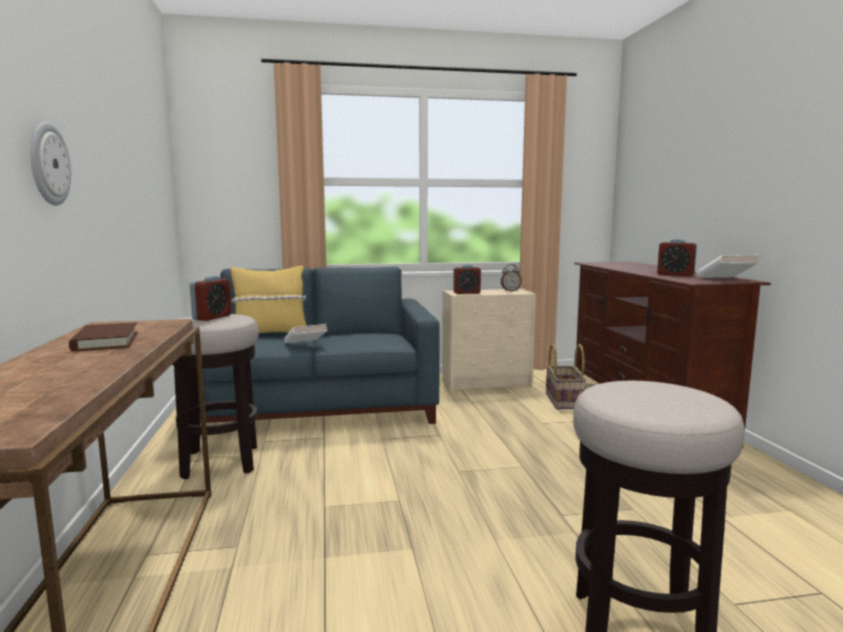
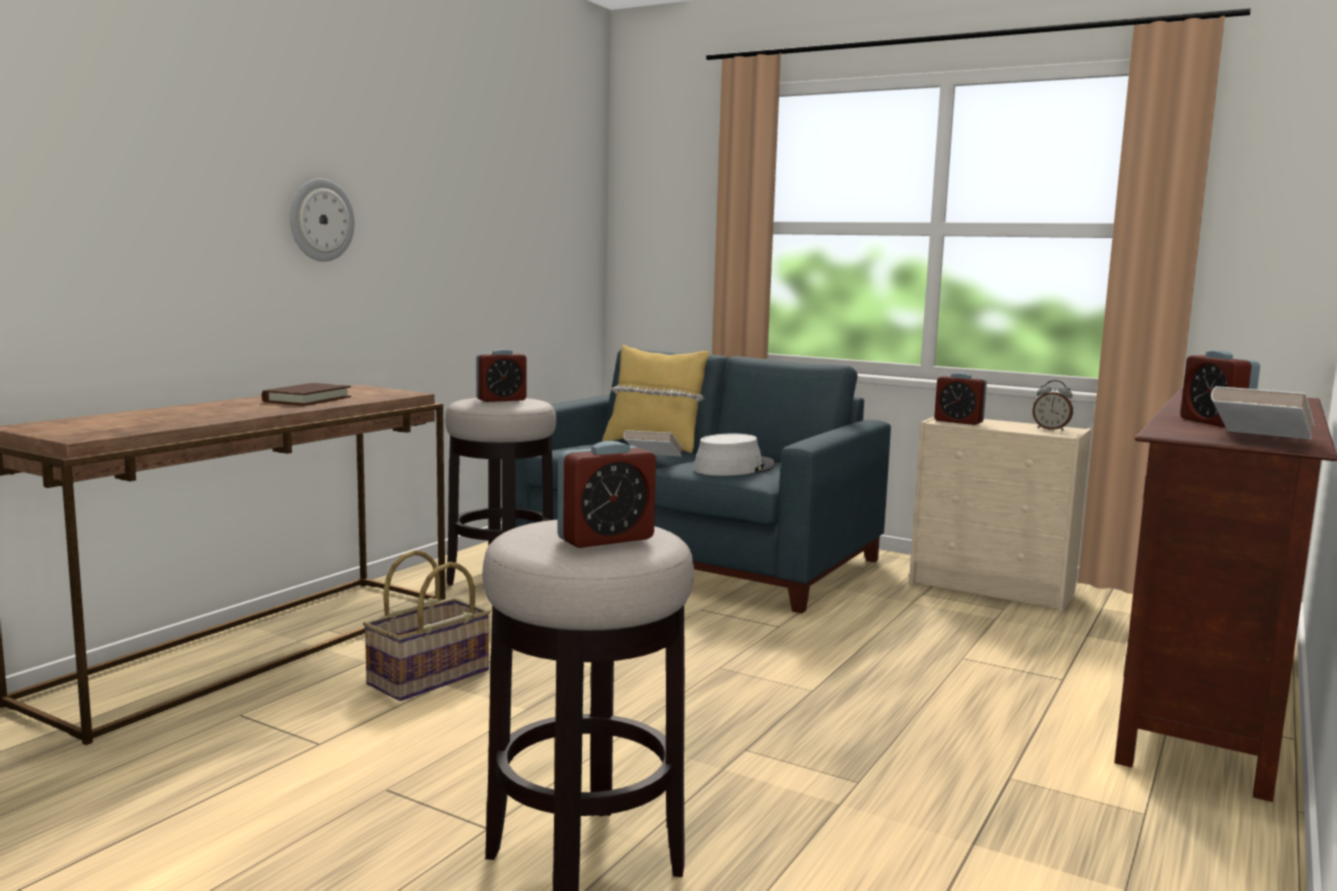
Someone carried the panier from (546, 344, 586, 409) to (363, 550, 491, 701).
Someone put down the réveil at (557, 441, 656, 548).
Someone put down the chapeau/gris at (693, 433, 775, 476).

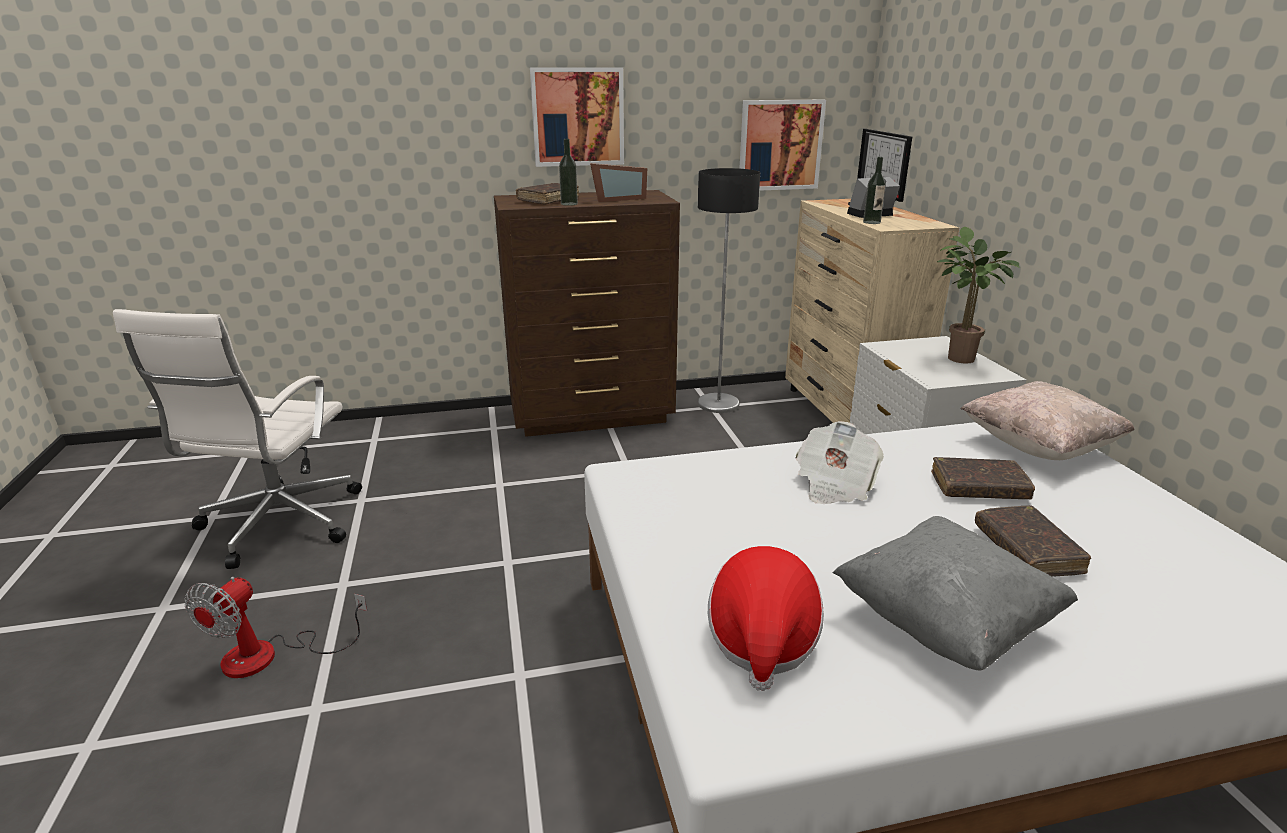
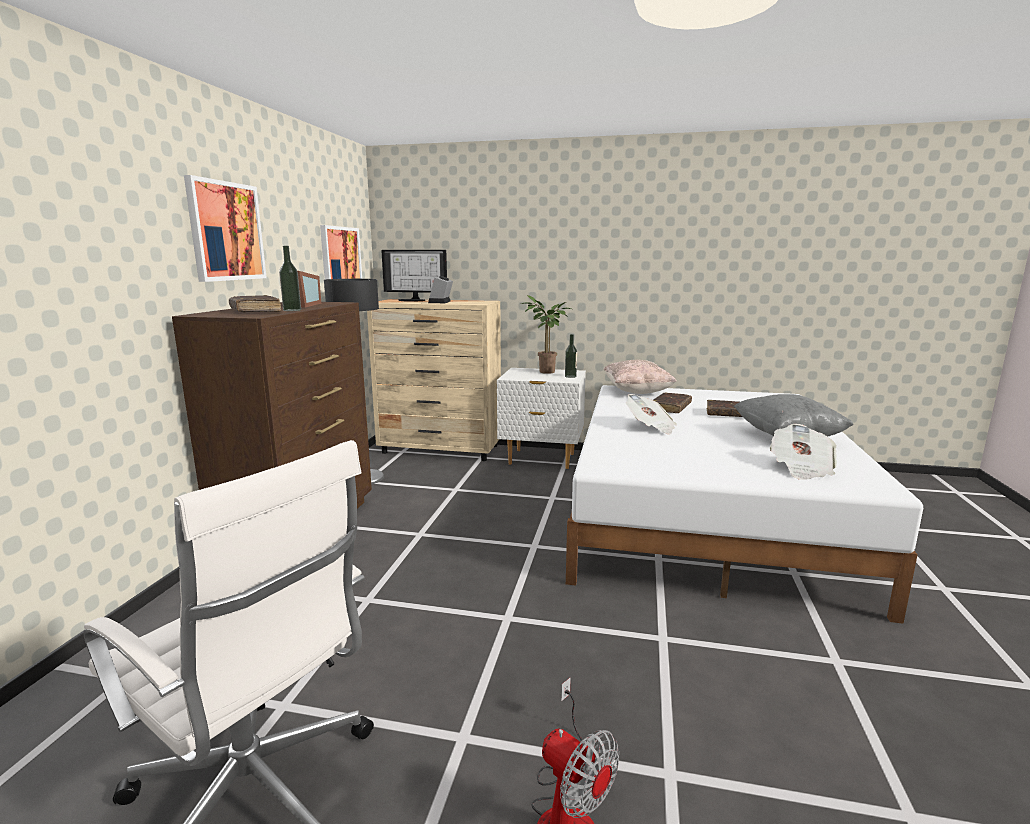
Someone carried the bouteille from (863, 157, 886, 224) to (565, 334, 577, 378).
Someone swapped the chapeau at (708, 546, 824, 691) for the journal at (769, 424, 837, 480).

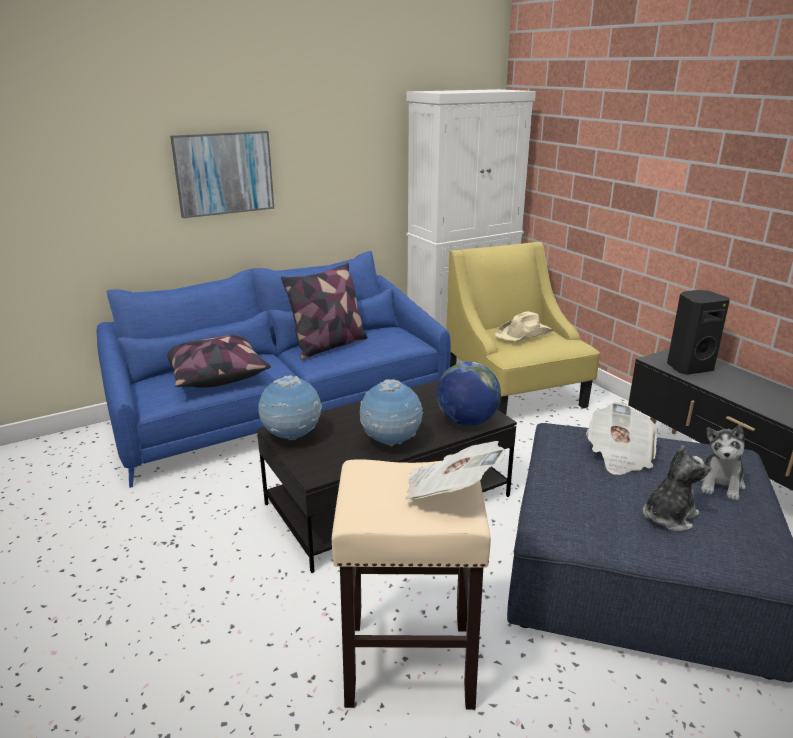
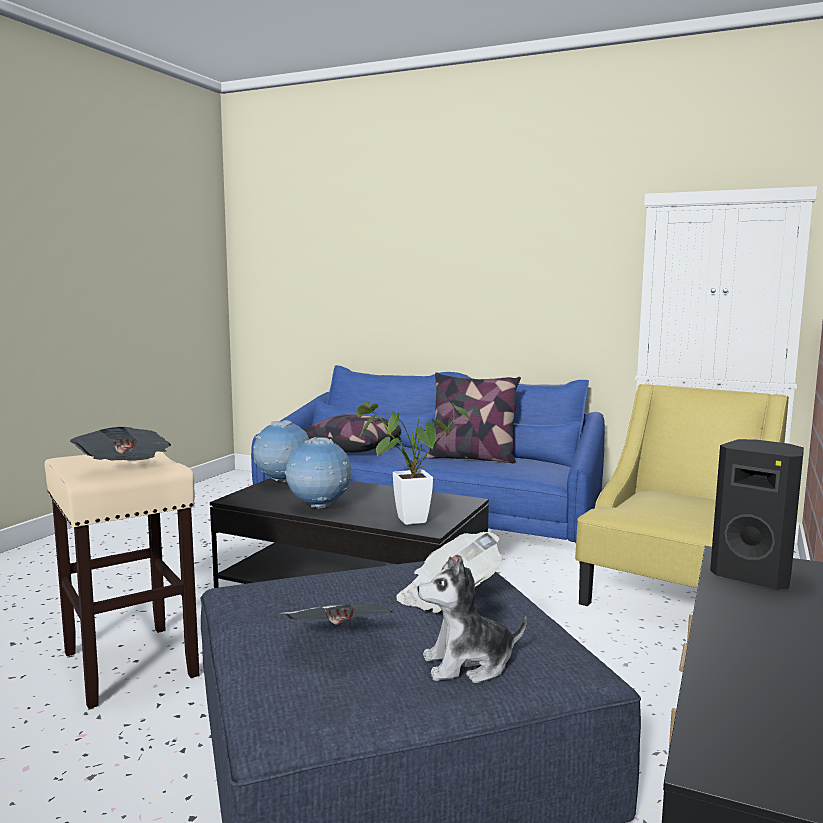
Someone swapped the peluche at (643, 445, 710, 532) for the journal at (280, 604, 393, 625).
Someone swapped the globe at (437, 362, 501, 426) for the plante en pot at (356, 401, 469, 525).
Someone took away the tableau at (170, 131, 274, 218).
Someone took away the chapeau/beige at (495, 311, 553, 341).

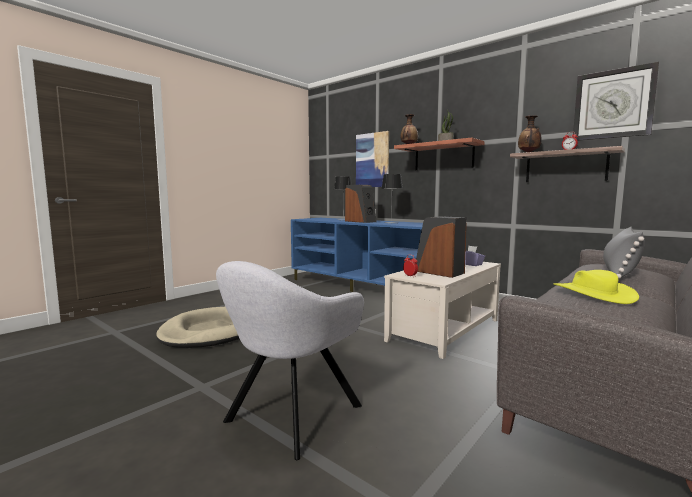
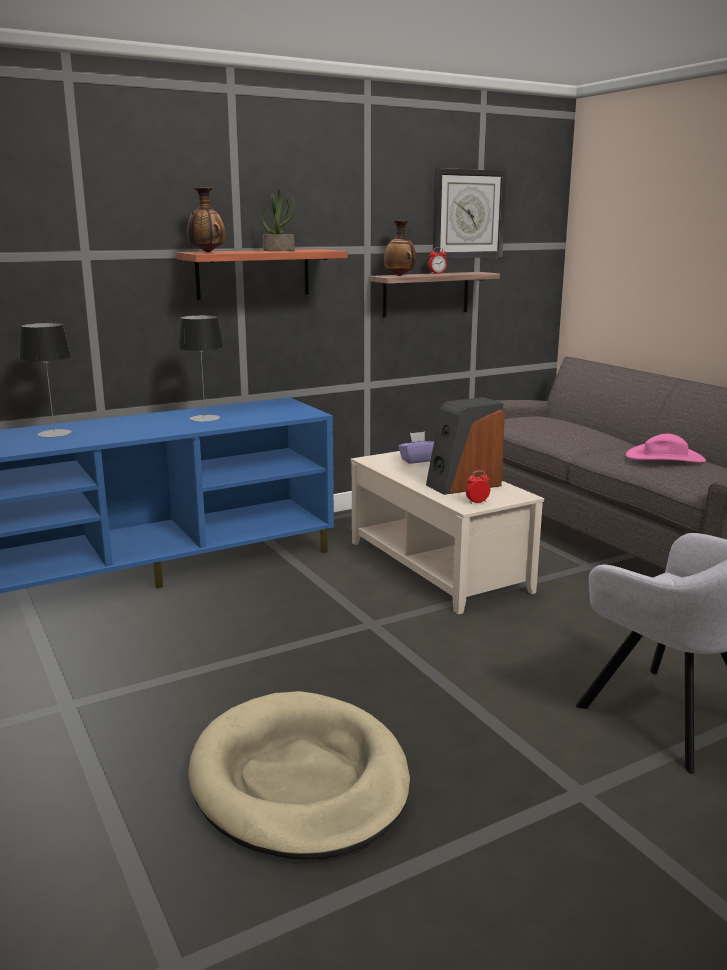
Someone repainted the chapeau/jaune at (553, 270, 639, 304), which became the chapeau/rose at (626, 434, 706, 463).
Someone took away the enceinte at (345, 185, 377, 223).
Someone took away the tableau at (356, 131, 389, 187).
Someone took away the coussin/gris at (603, 227, 645, 278).

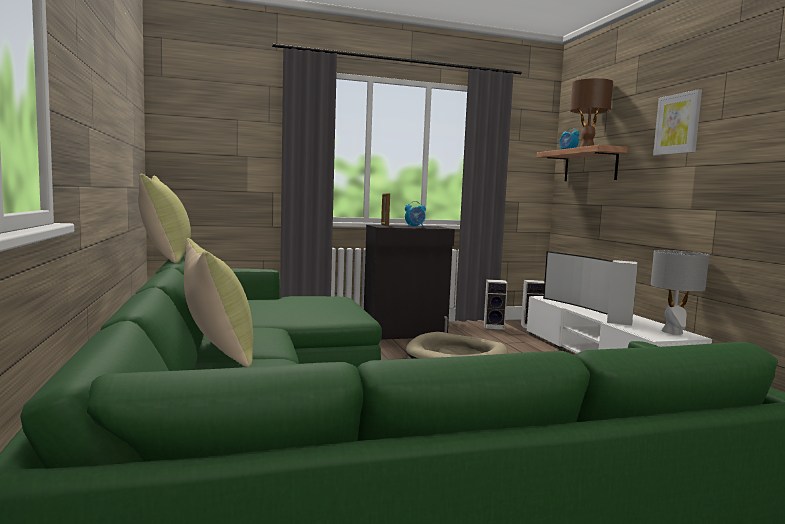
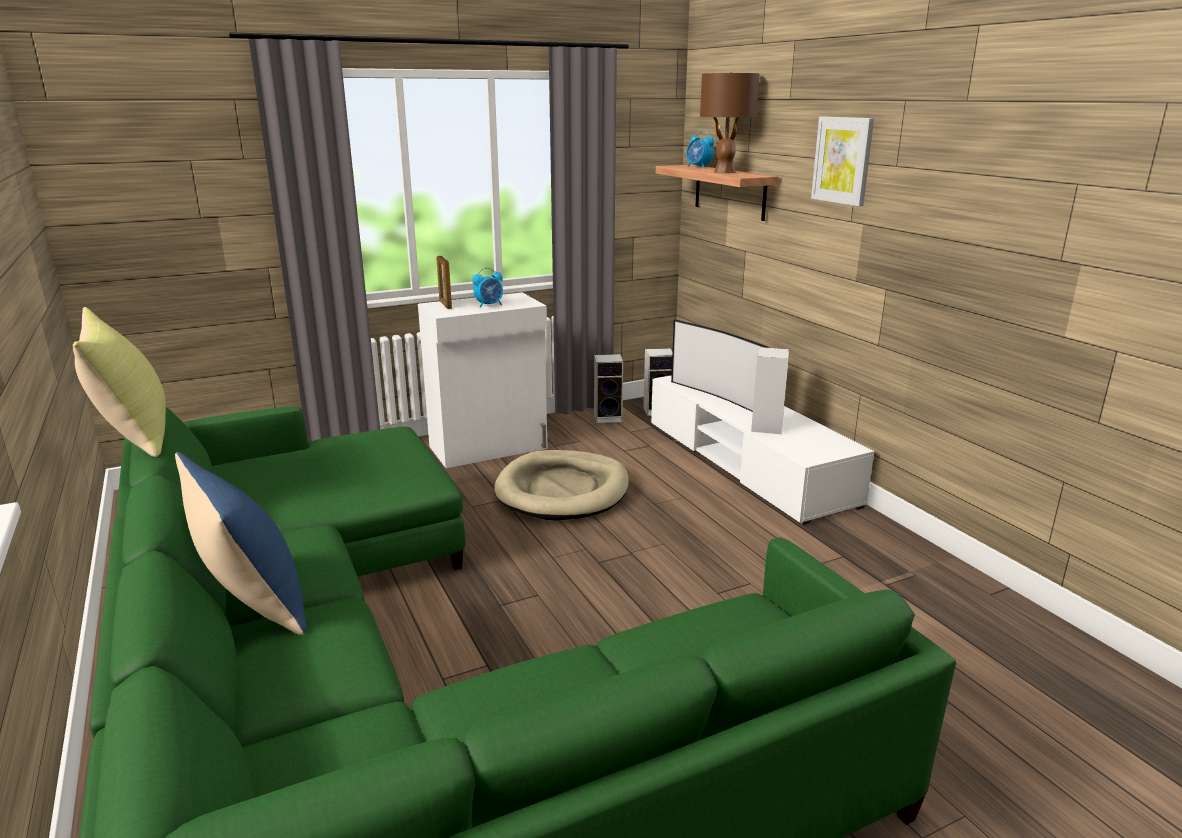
Someone repainted the coussin/jaune at (184, 238, 254, 367), which became the coussin/bleu at (175, 452, 307, 635).
Someone repainted the meuble de rangement/noir at (364, 225, 455, 340), which became the meuble de rangement/blanc at (418, 292, 547, 468).
Someone took away the lampe de table/gris at (651, 250, 709, 335).

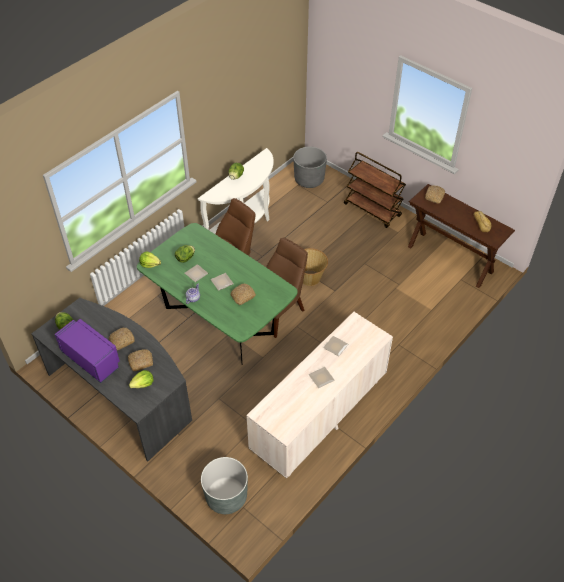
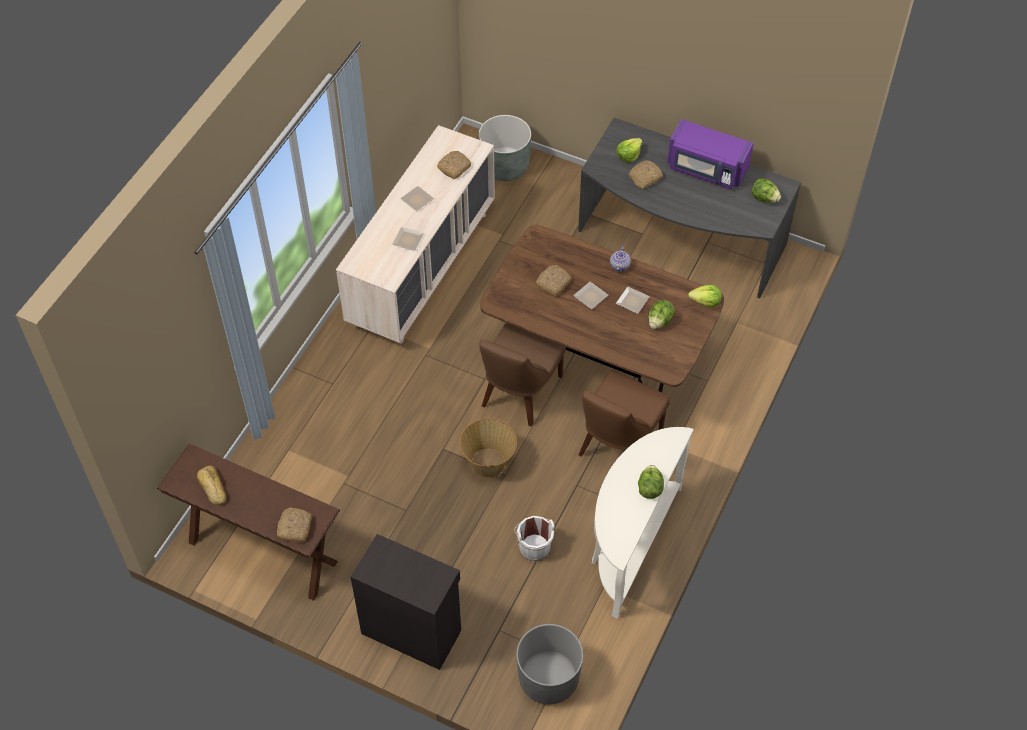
Someone swapped the chariot/marron at (344, 152, 406, 228) for the meuble de rangement/noir at (351, 534, 461, 670).
Someone carried the pain from (109, 328, 135, 350) to (437, 151, 471, 179).
Someone repainted the table à manger/vert at (137, 223, 298, 362), which became the table à manger/marron at (480, 225, 724, 392).
Someone put down the seau/blanc at (514, 516, 554, 562).

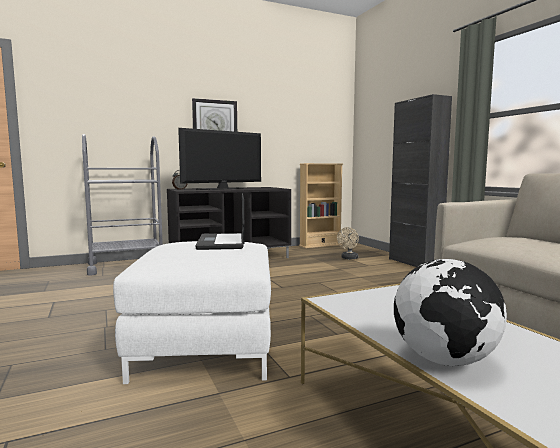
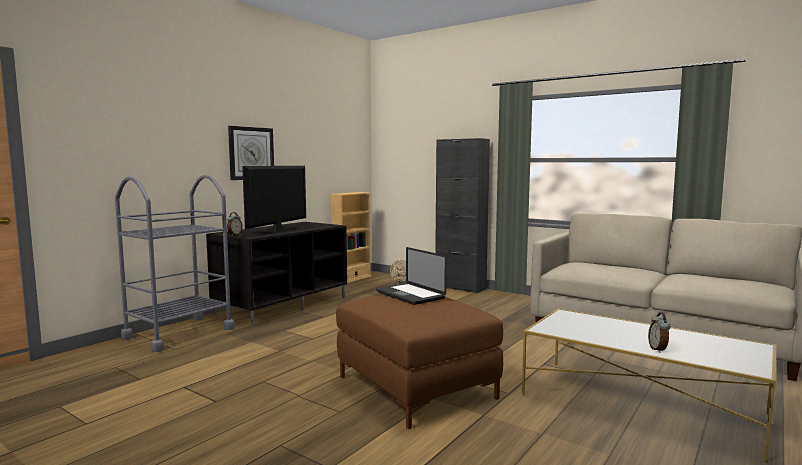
Someone repainted the pouf/blanc at (113, 241, 271, 384), which became the pouf/marron at (336, 294, 503, 429).
Someone swapped the globe at (394, 259, 507, 366) for the réveil at (648, 313, 671, 353).

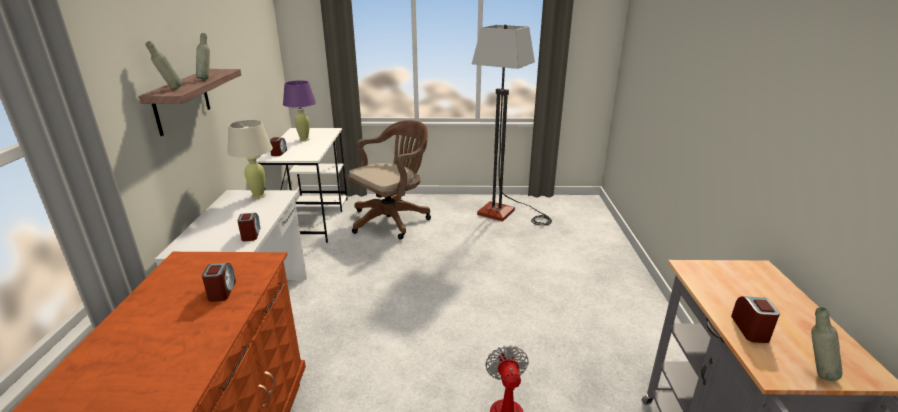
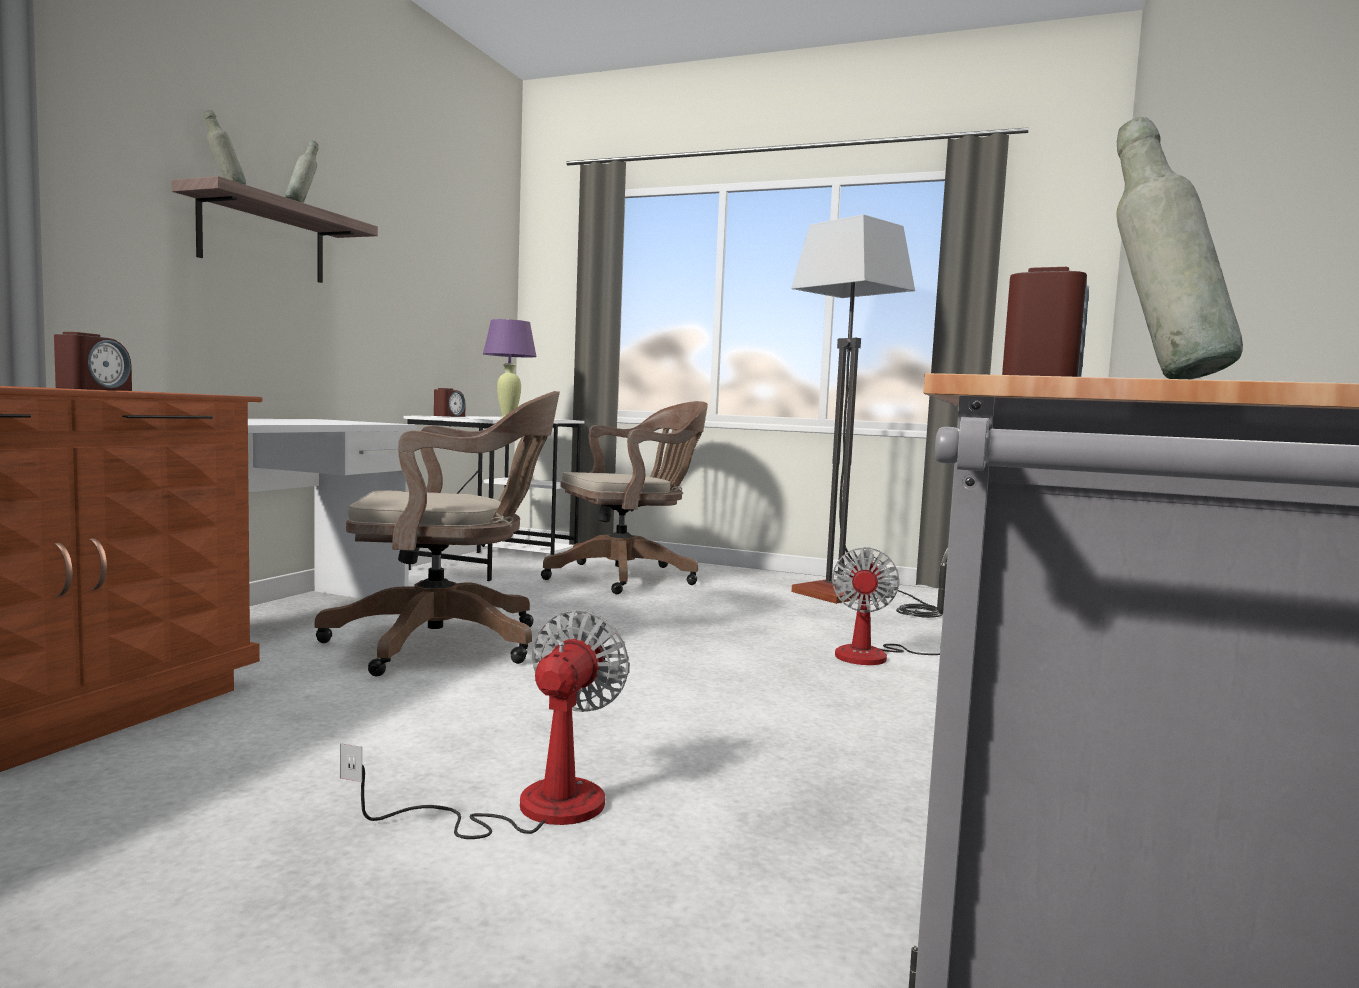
Someone put down the chaise de bureau/marron at (315, 391, 560, 676).
Someone put down the ventilateur at (832, 547, 940, 665).
Someone took away the lampe de table/beige at (227, 120, 273, 199).
Someone took away the réveil at (237, 213, 260, 241).

